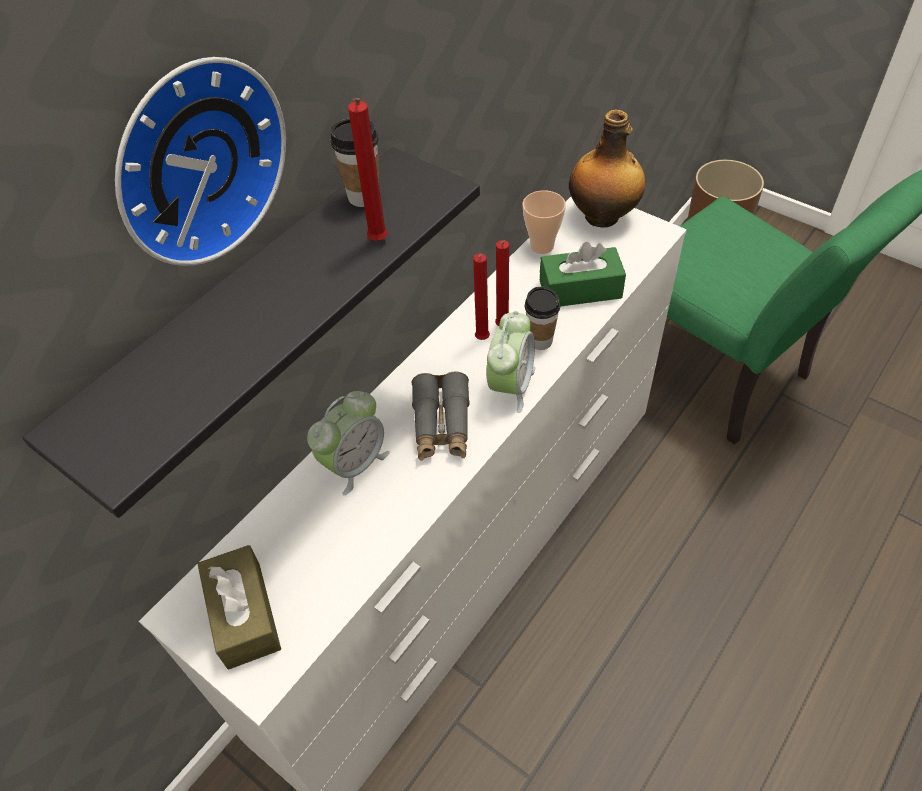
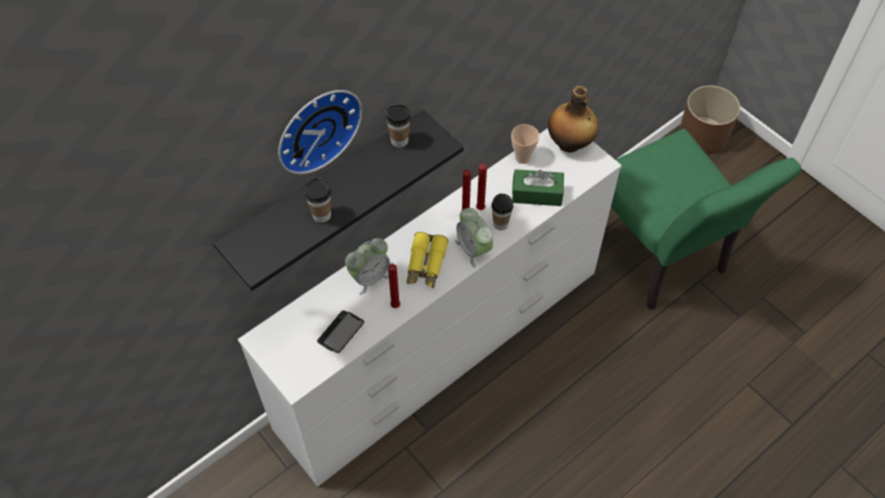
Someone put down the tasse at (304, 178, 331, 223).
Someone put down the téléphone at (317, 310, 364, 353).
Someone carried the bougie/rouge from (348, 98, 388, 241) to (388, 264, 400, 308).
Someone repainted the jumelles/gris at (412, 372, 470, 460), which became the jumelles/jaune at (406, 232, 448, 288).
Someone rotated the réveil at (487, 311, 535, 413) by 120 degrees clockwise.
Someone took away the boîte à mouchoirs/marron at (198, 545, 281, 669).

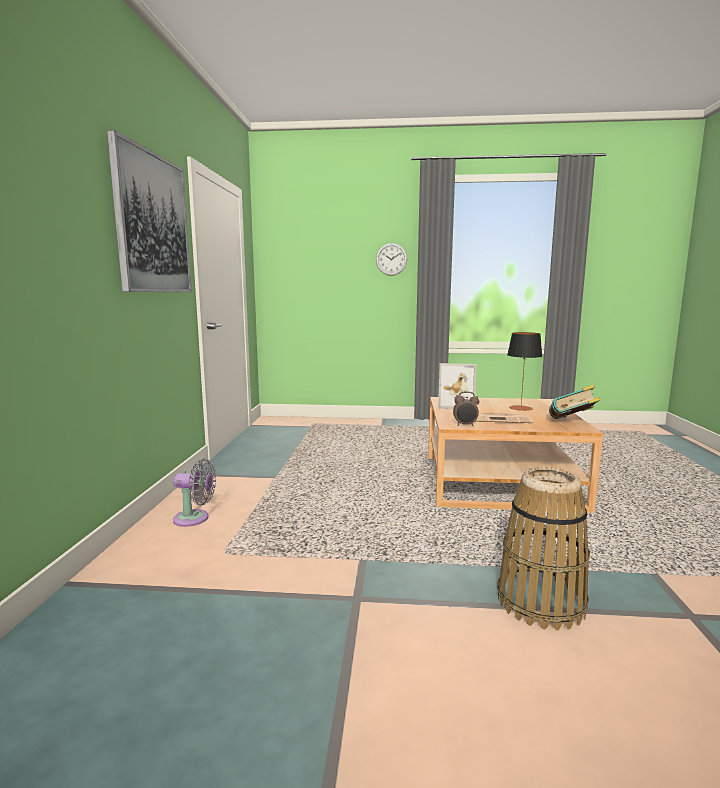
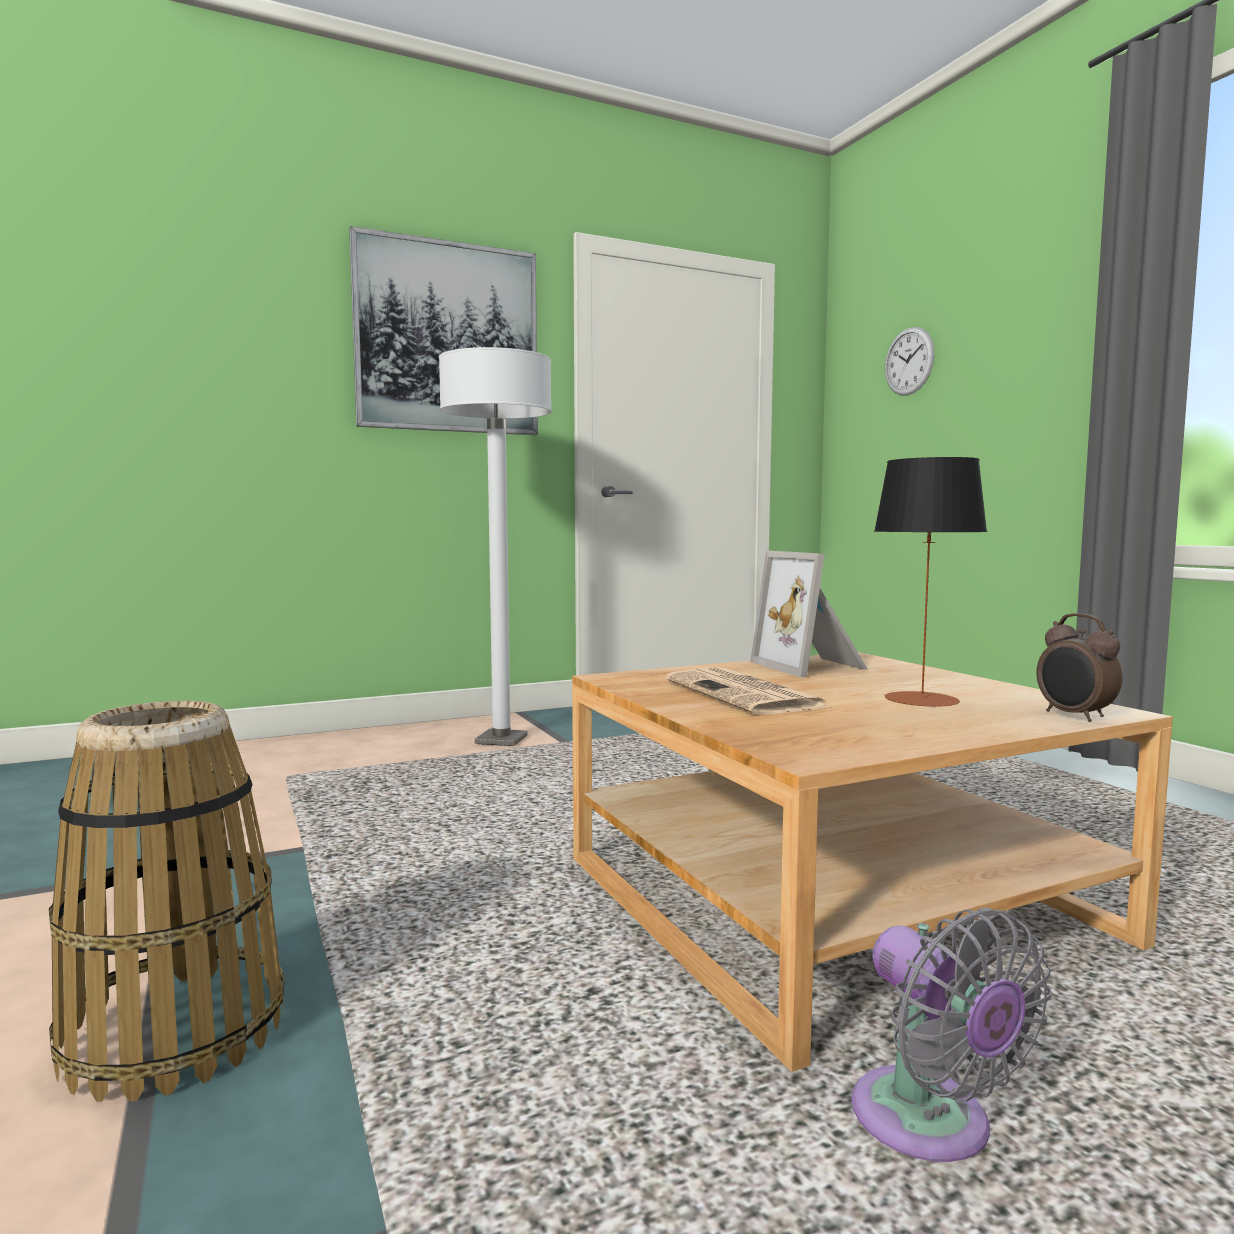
Someone put down the lampadaire/blanc at (439, 347, 552, 746).
Someone carried the ventilateur/gris from (173, 458, 216, 527) to (851, 907, 1051, 1162).
Someone carried the horloge murale from (376, 243, 408, 276) to (885, 327, 935, 395).
Someone carried the réveil from (453, 392, 479, 426) to (1036, 613, 1122, 722).
Someone took away the livre at (549, 385, 600, 419).

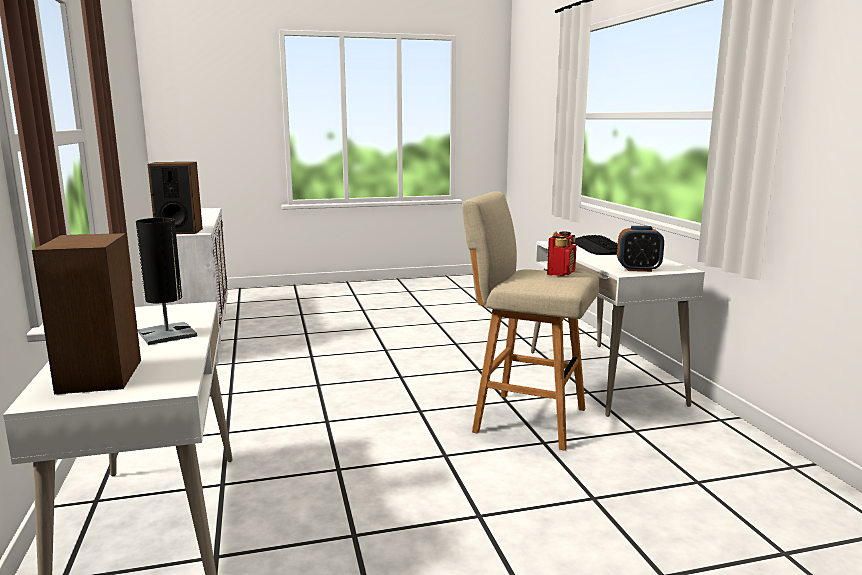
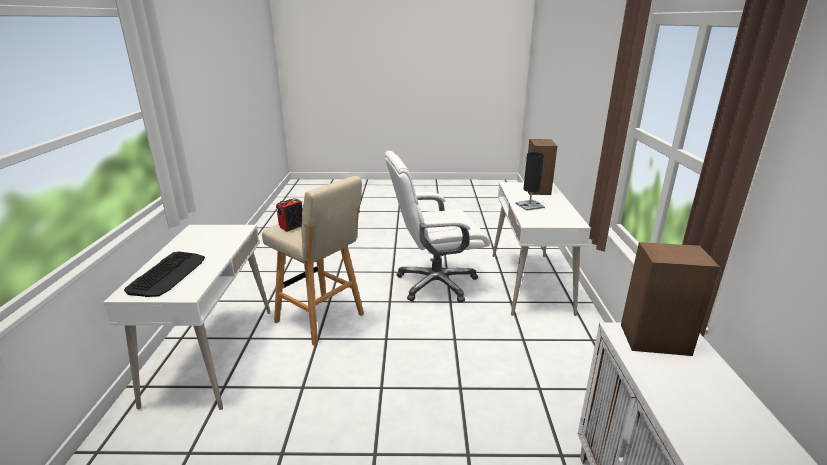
Someone put down the chaise de bureau/blanc at (385, 151, 490, 303).
Someone took away the réveil at (617, 226, 664, 272).

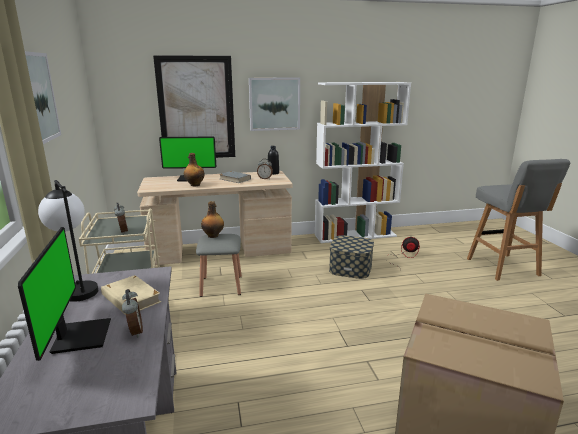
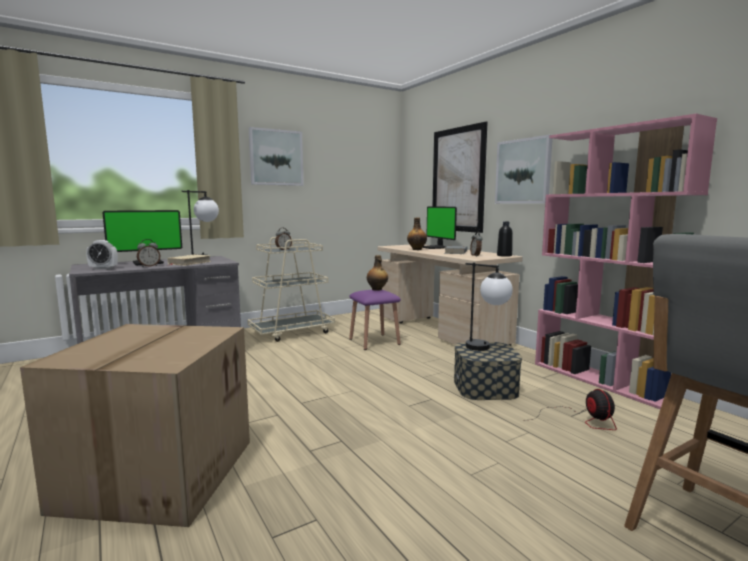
Someone put down the réveil at (86, 240, 118, 270).
Someone repainted the tabouret/gris at (196, 234, 242, 297), which became the tabouret/violet at (349, 290, 401, 350).
Someone put down the lampe de table at (466, 262, 513, 351).
Someone repainted the bibliothèque/blanc at (315, 82, 411, 243), which became the bibliothèque/rose at (535, 113, 717, 409).

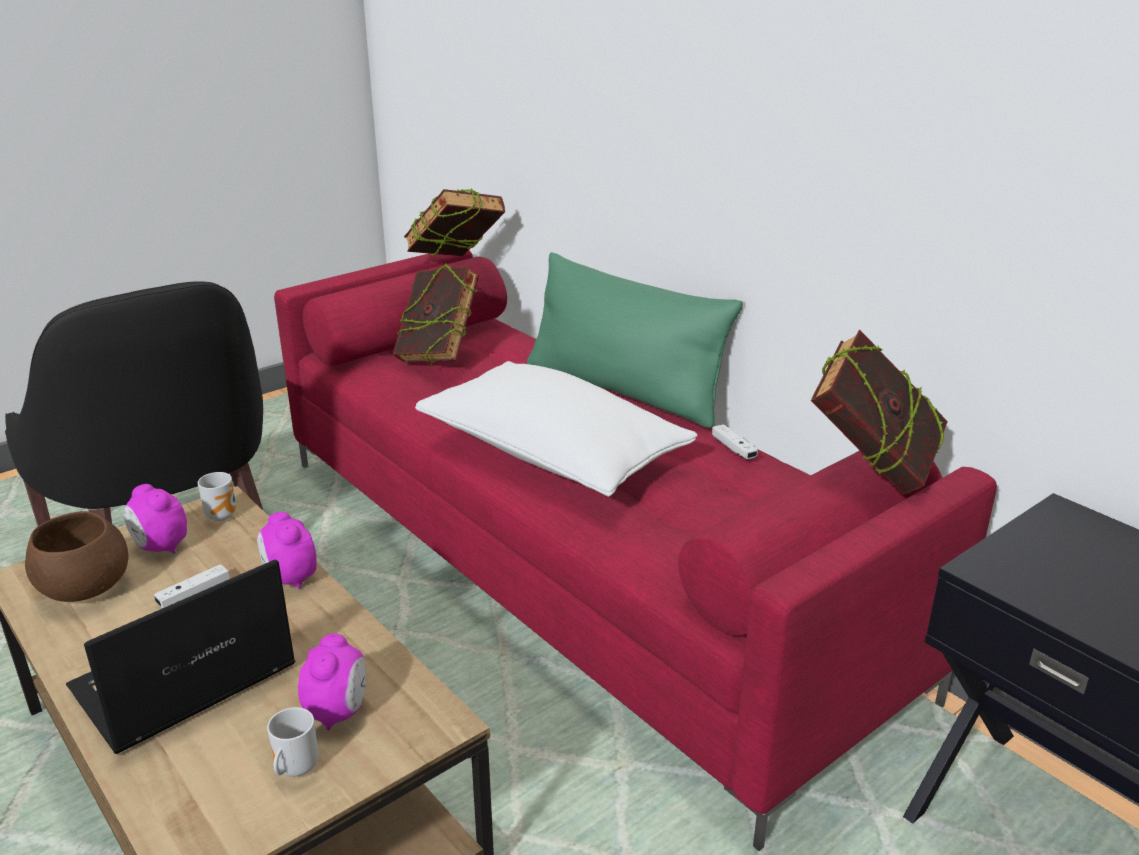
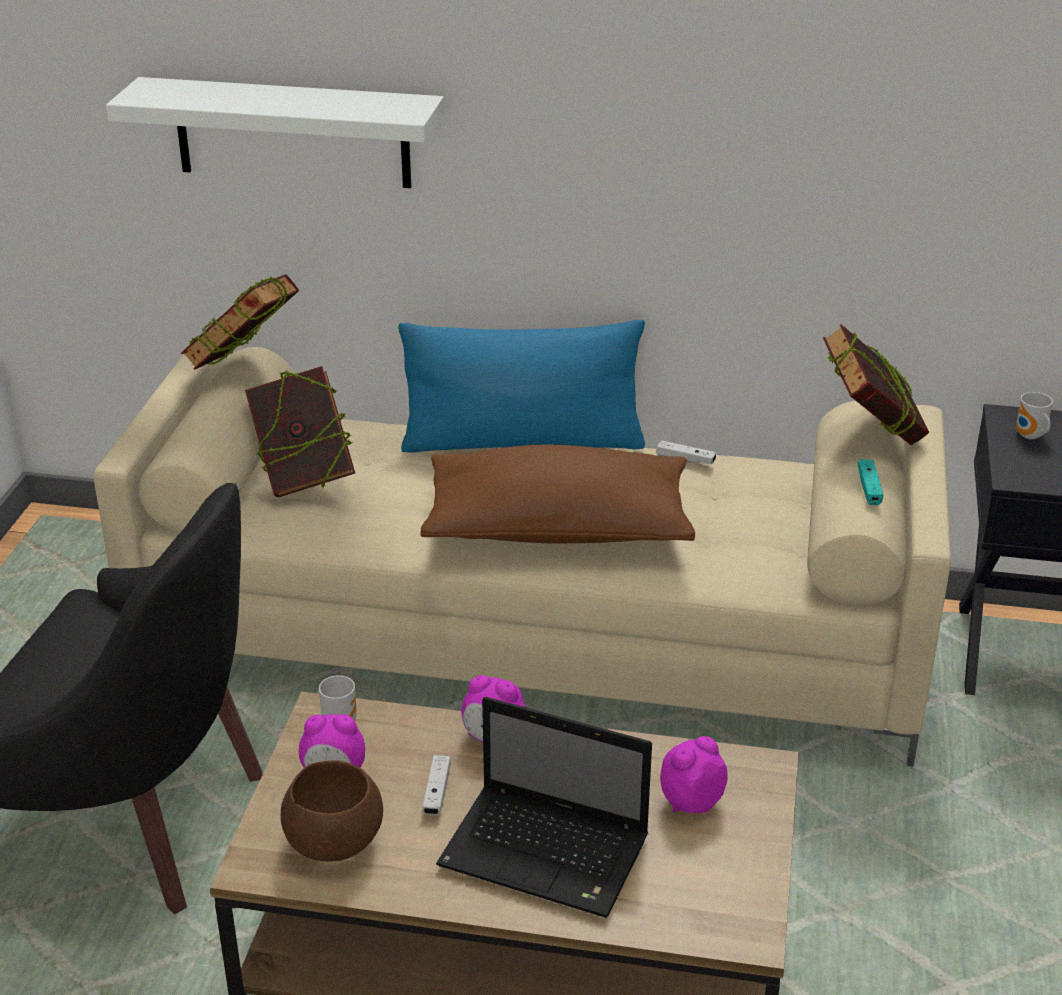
Someone repainted the canapé/rouge at (274, 250, 997, 851), which became the canapé/beige at (93, 347, 951, 767).
Someone put up the étagère/blanc at (106, 77, 444, 188).
Someone repainted the coussin/vert at (527, 252, 743, 428), which became the coussin/bleu at (398, 320, 645, 453).
Someone repainted the coussin/blanc at (415, 361, 698, 497), which became the coussin/marron at (420, 444, 695, 544).
Someone rotated the ordinateur portable at (66, 559, 296, 754) by 75 degrees counterclockwise.
Someone rotated the réveil at (298, 634, 366, 730) by 90 degrees counterclockwise.
Someone put down the manette/turquoise at (857, 459, 883, 505).
Someone carried the mug from (267, 707, 319, 777) to (1016, 392, 1053, 439).

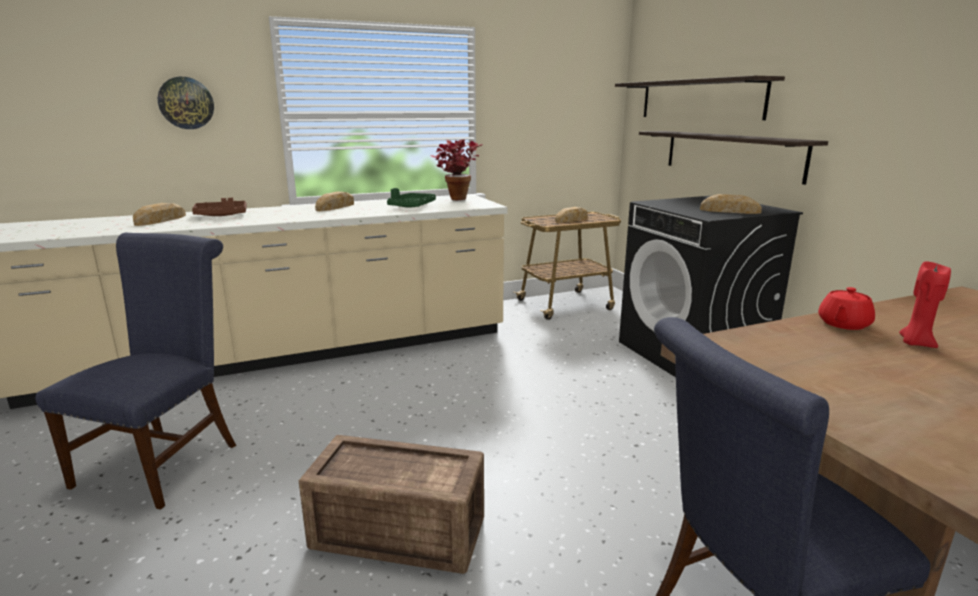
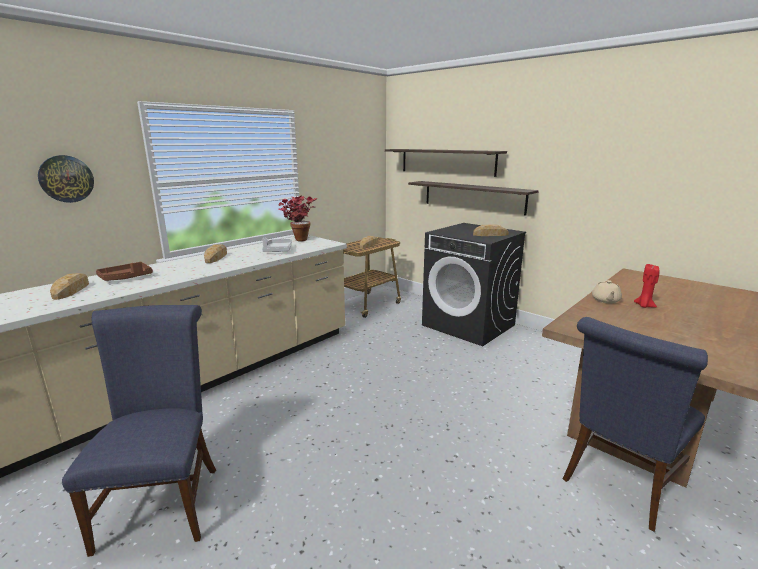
Someone repainted the plateau/vert at (387, 188, 436, 208), which became the plateau/gris at (262, 238, 292, 252).
Someone repainted the théière/rouge at (818, 287, 875, 330), which became the théière/beige at (592, 280, 622, 304).
Someone took away the caisse at (298, 435, 484, 574).

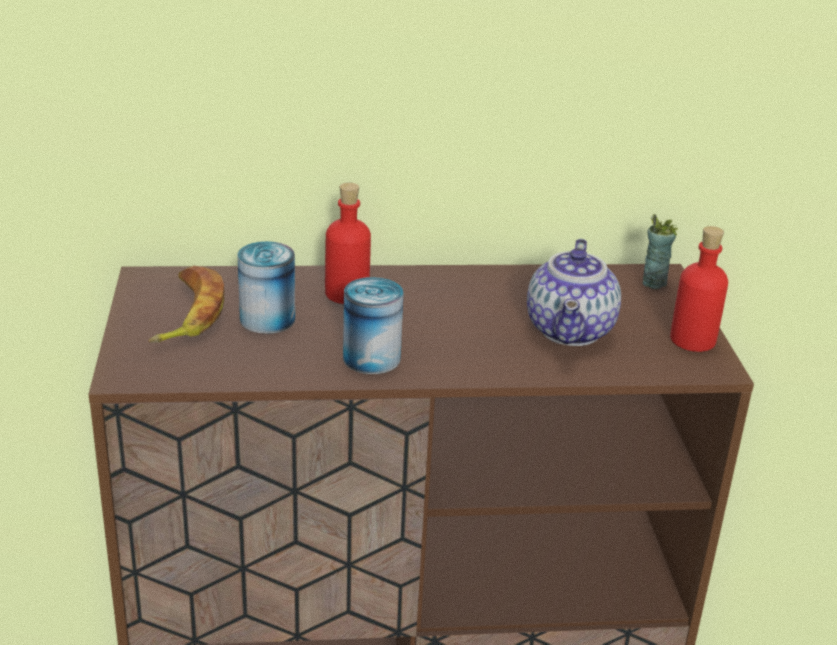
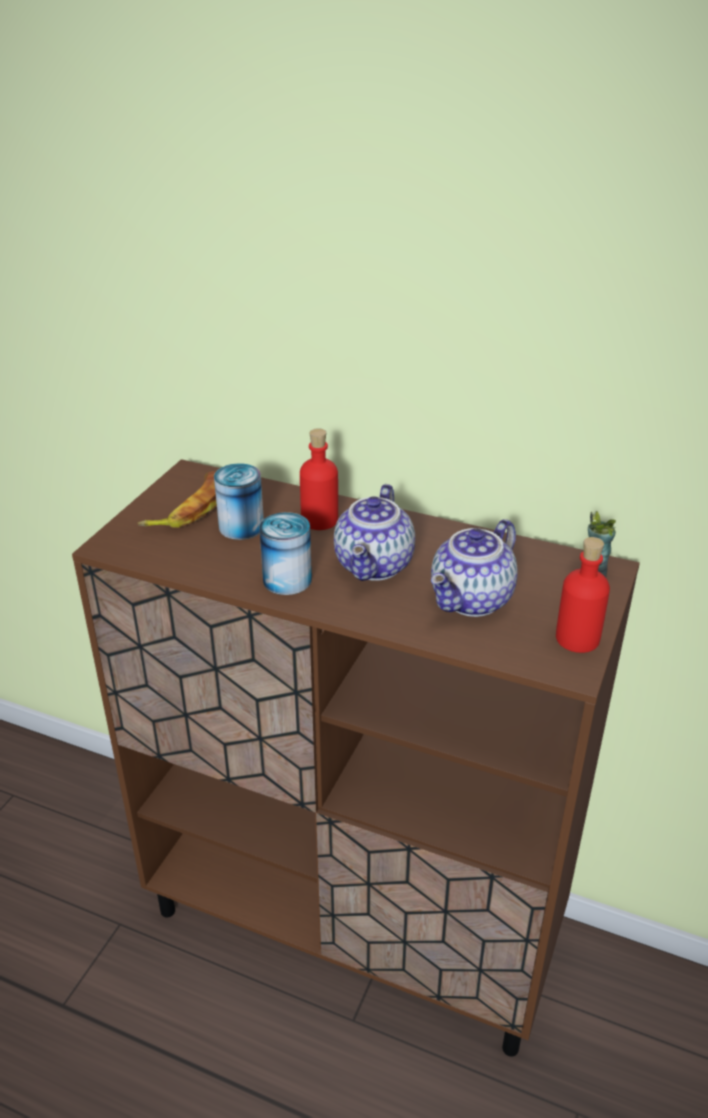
Someone put down the théière at (334, 484, 415, 581).

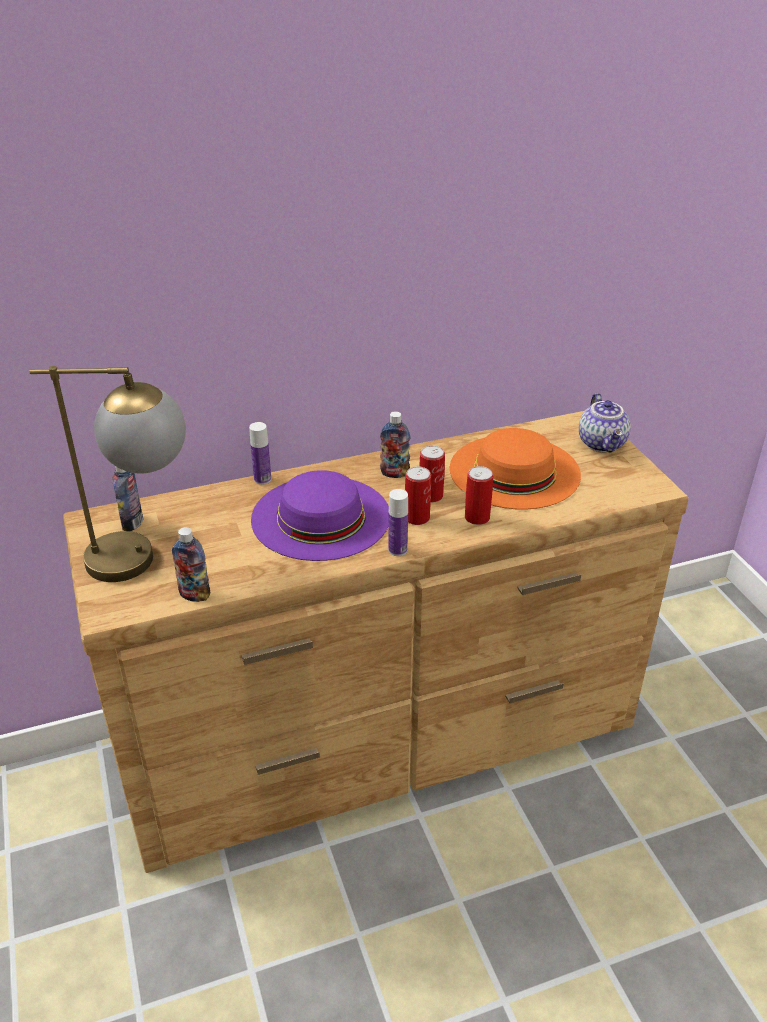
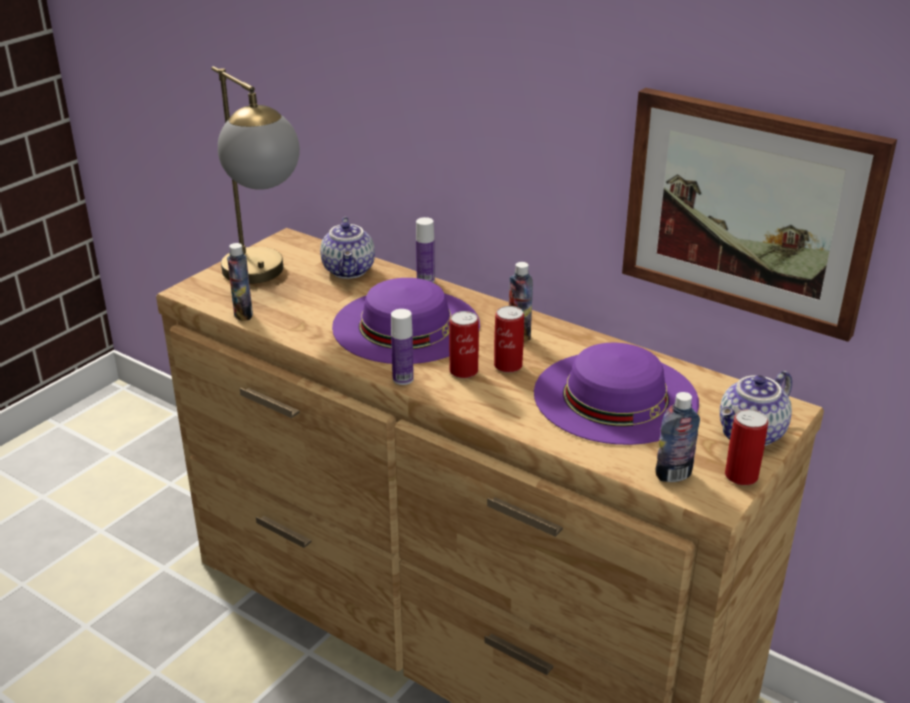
Someone put down the théière at (320, 217, 375, 279).
Someone repainted the chapeau/orange at (450, 428, 581, 510), which became the chapeau/violet at (534, 343, 699, 445).
Someone put up the tableau at (622, 88, 897, 342).
Someone carried the bouteille from (112, 466, 143, 531) to (655, 392, 700, 482).
Someone carried the boîte métallique from (465, 466, 493, 525) to (725, 409, 768, 485).

